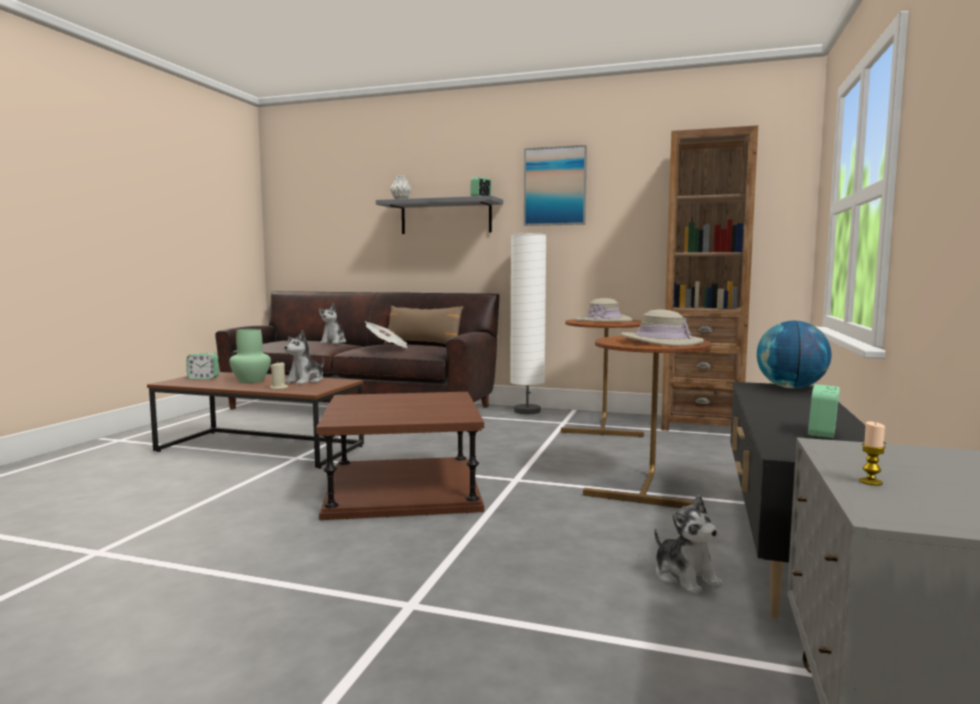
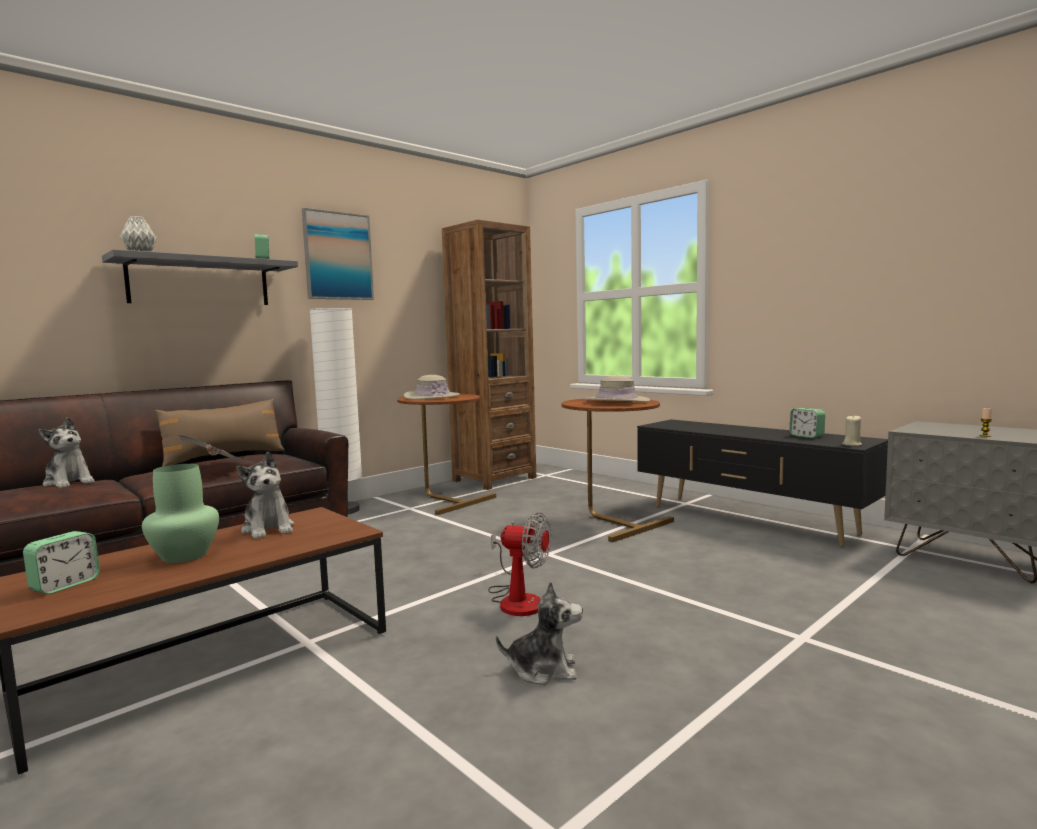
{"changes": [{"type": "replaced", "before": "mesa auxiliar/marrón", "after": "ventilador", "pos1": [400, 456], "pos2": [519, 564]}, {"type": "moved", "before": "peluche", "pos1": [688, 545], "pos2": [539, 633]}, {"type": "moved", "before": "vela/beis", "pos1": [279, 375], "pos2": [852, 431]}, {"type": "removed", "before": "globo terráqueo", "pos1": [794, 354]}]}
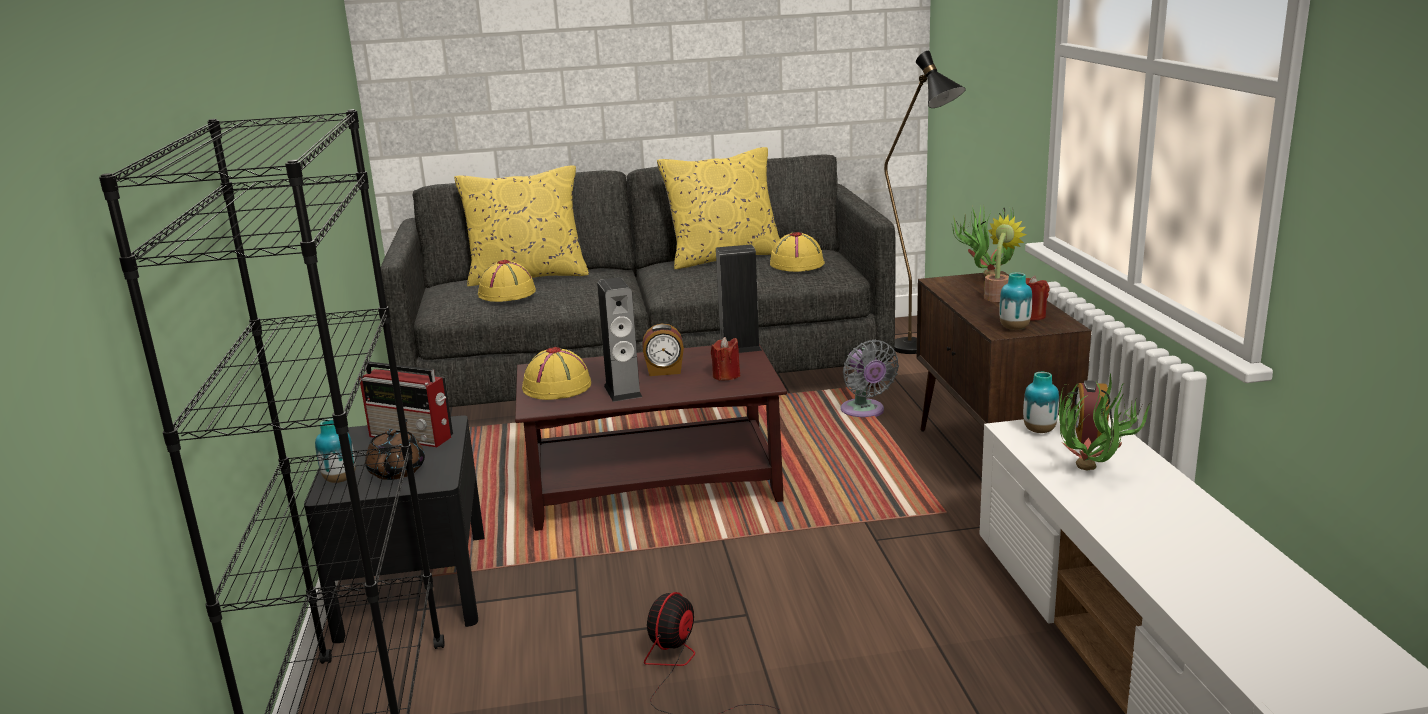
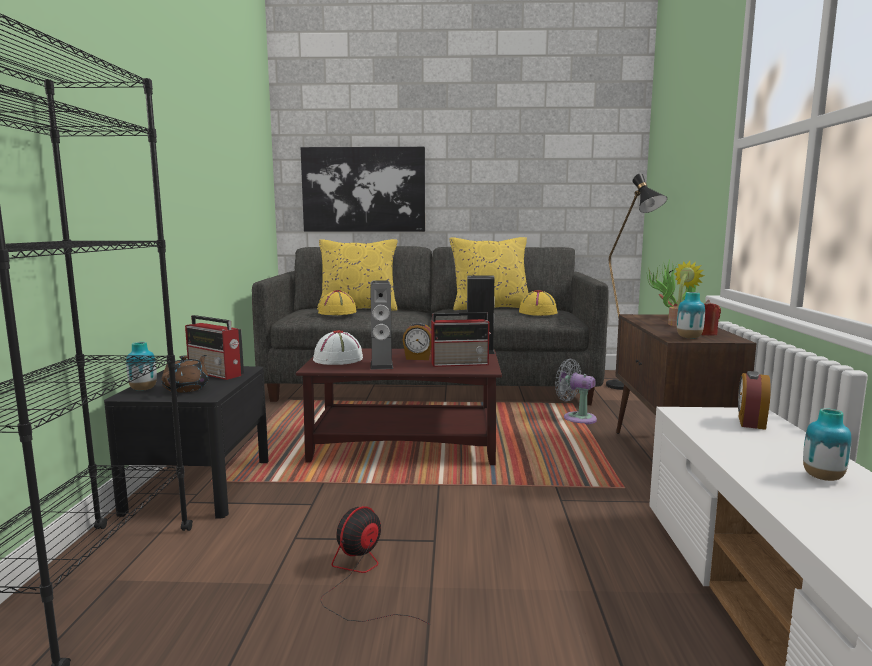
{"changes": [{"type": "added", "after": "cuadro", "pos2": [363, 189]}, {"type": "recoloured", "before": "sombrero/amarillo", "after": "sombrero/blanco", "pos1": [556, 373], "pos2": [338, 347]}, {"type": "replaced", "before": "vela/rojo", "after": "radio", "pos1": [725, 359], "pos2": [461, 339]}, {"type": "turned", "before": "ventilador/gris", "pos1": [869, 378], "pos2": [576, 391], "turn": 135}, {"type": "moved", "before": "florero", "pos1": [1041, 402], "pos2": [827, 444]}, {"type": "removed", "before": "planta en maceta", "pos1": [1105, 421]}]}
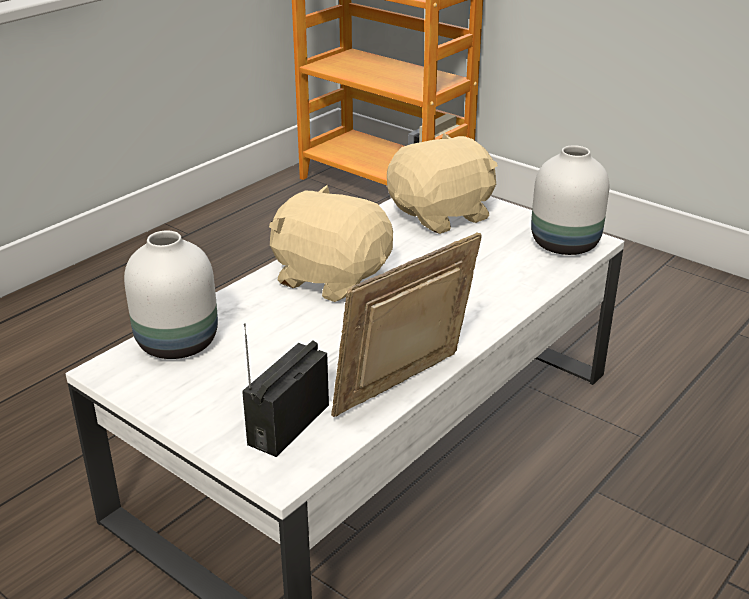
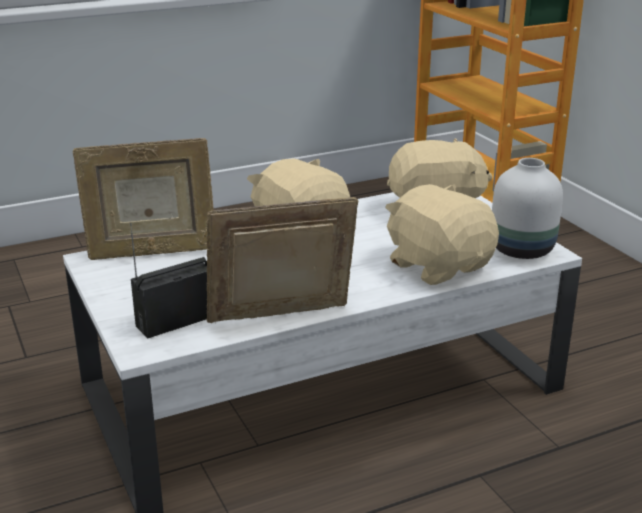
{"changes": [{"type": "replaced", "before": "florero/blanco", "after": "portarretratos", "pos1": [171, 294], "pos2": [143, 199]}, {"type": "added", "after": "peluche/beis", "pos2": [442, 234]}]}
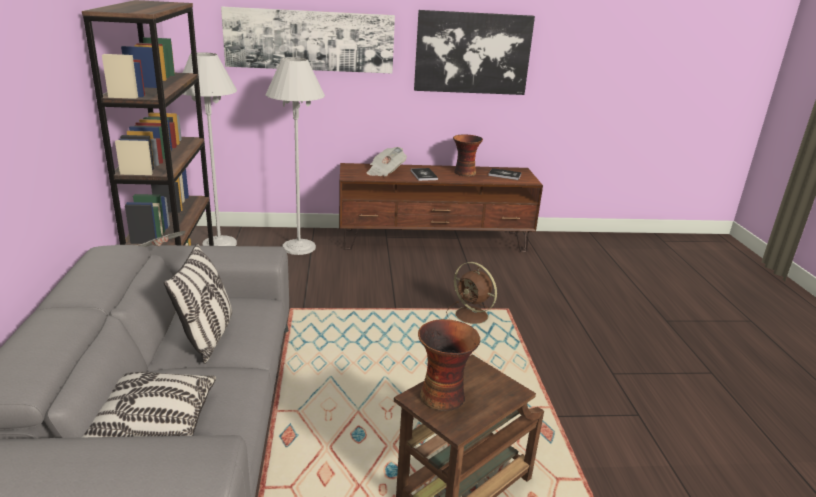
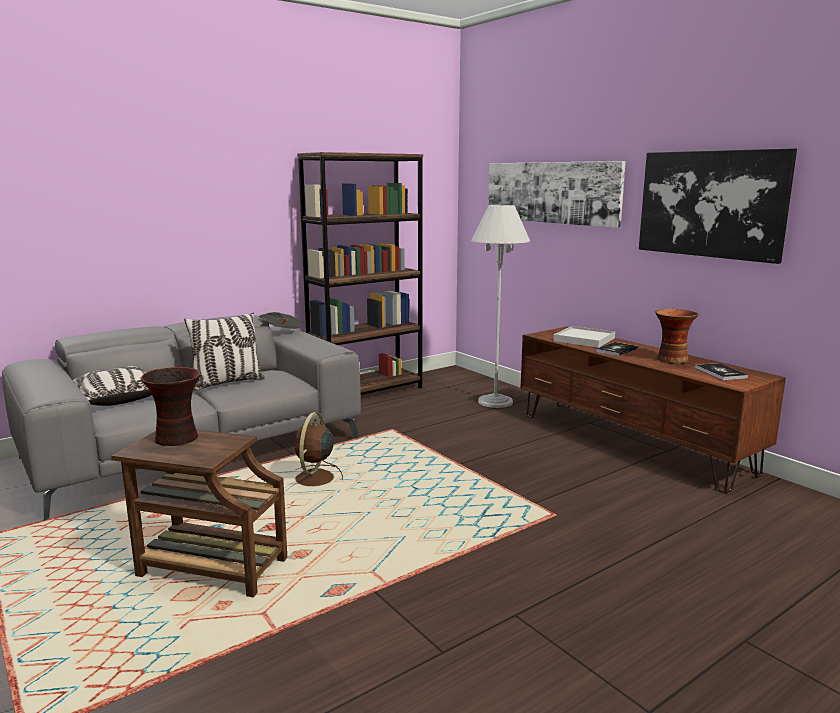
{"changes": [{"type": "moved", "before": "ventilador/marrón", "pos1": [471, 293], "pos2": [319, 449]}, {"type": "replaced", "before": "periódico", "after": "bandeja/blanco", "pos1": [386, 161], "pos2": [584, 337]}, {"type": "removed", "before": "lámpara de pie/blanco", "pos1": [210, 149]}]}
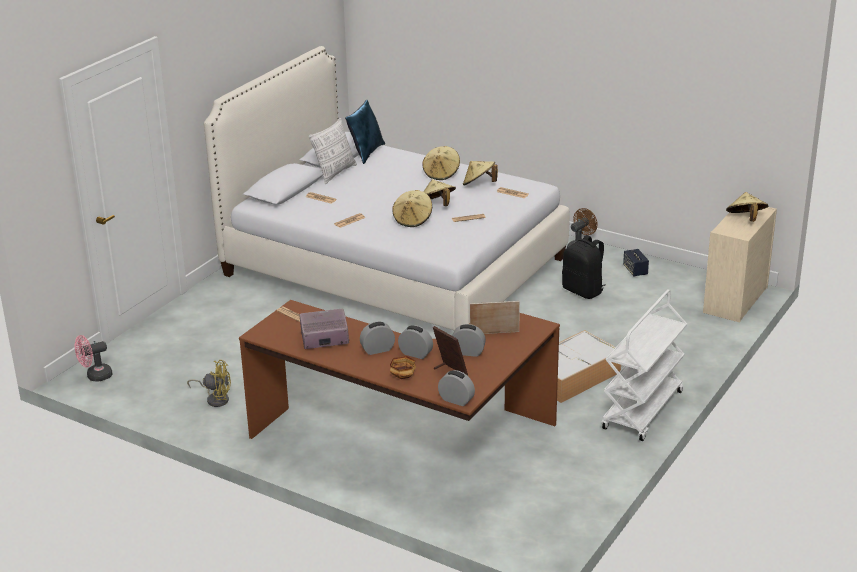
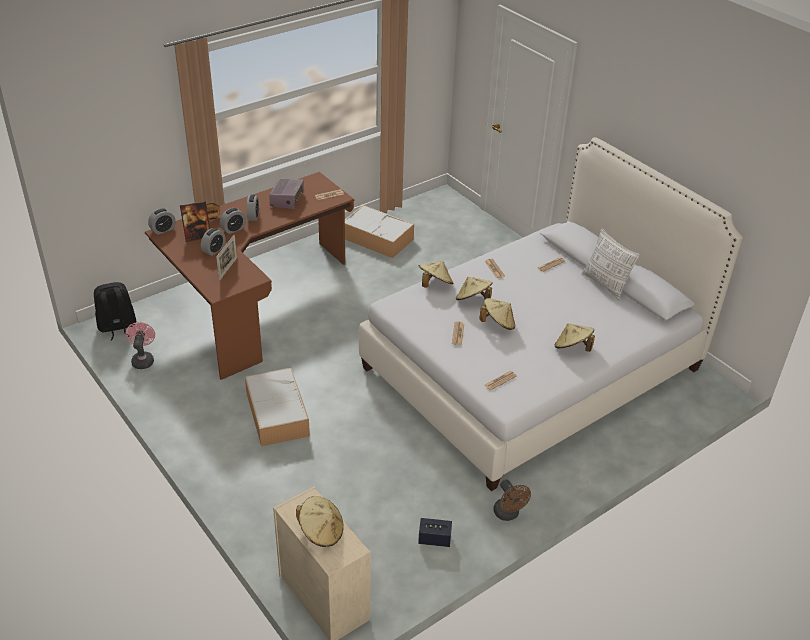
{"changes": [{"type": "moved", "before": "mochila/negro", "pos1": [583, 267], "pos2": [115, 311]}, {"type": "moved", "before": "ventilador/rosa", "pos1": [93, 358], "pos2": [140, 345]}, {"type": "replaced", "before": "ventilador/amarillo", "after": "caja de almacenaje", "pos1": [209, 383], "pos2": [379, 231]}, {"type": "moved", "before": "sombrero/beis", "pos1": [480, 173], "pos2": [436, 274]}, {"type": "removed", "before": "cojín/azul", "pos1": [365, 132]}, {"type": "removed", "before": "carrito/blanco", "pos1": [644, 365]}]}
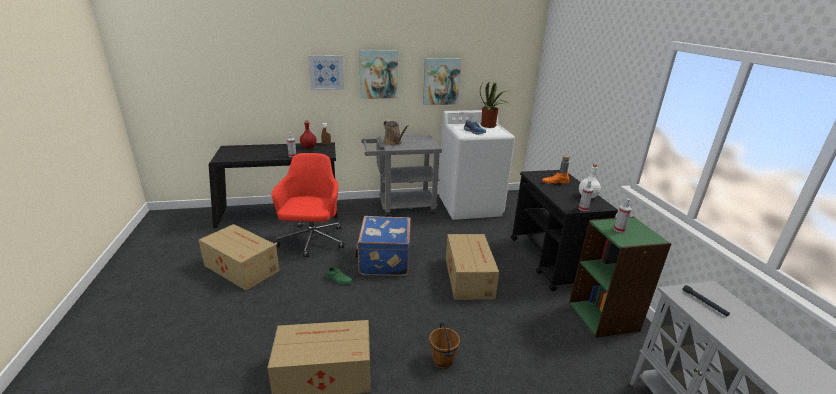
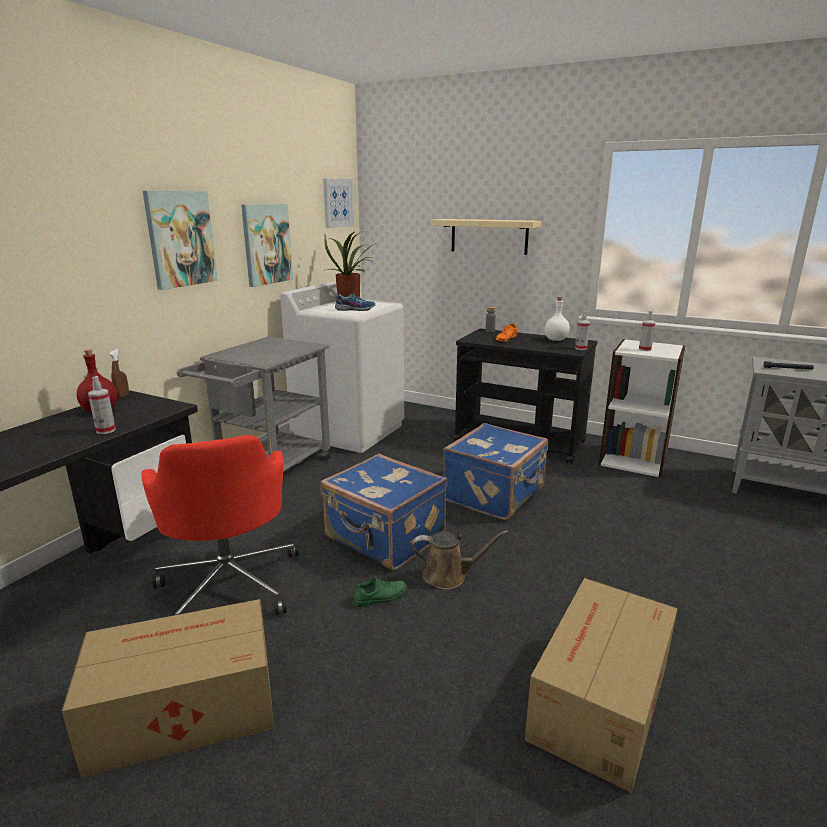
{"changes": [{"type": "turned", "before": "silla de oficina/rojo", "pos1": [307, 205], "pos2": [219, 525], "turn": -150}, {"type": "moved", "before": "cuadro", "pos1": [326, 72], "pos2": [338, 203]}, {"type": "moved", "before": "regadera/marrón", "pos1": [395, 133], "pos2": [460, 560]}, {"type": "added", "after": "estante/beis", "pos2": [486, 237]}, {"type": "replaced", "before": "caja de cartón", "after": "maleta/azul", "pos1": [472, 267], "pos2": [495, 471]}, {"type": "recoloured", "before": "estantería/verde", "after": "estantería/blanco", "pos1": [620, 277], "pos2": [642, 408]}, {"type": "removed", "before": "cubo/marrón", "pos1": [444, 346]}]}
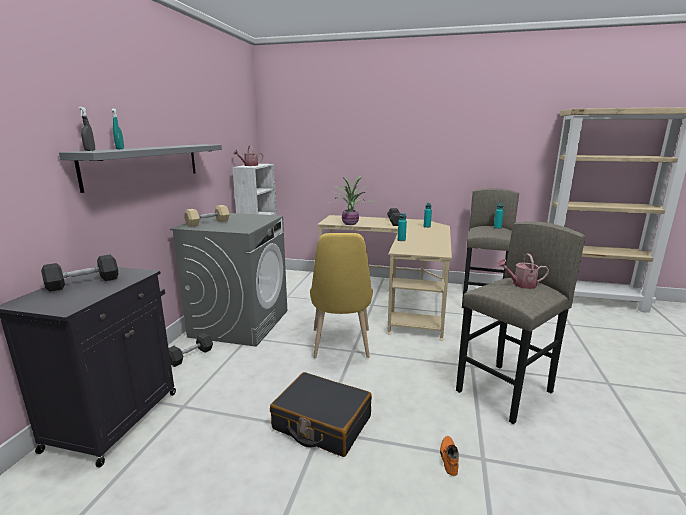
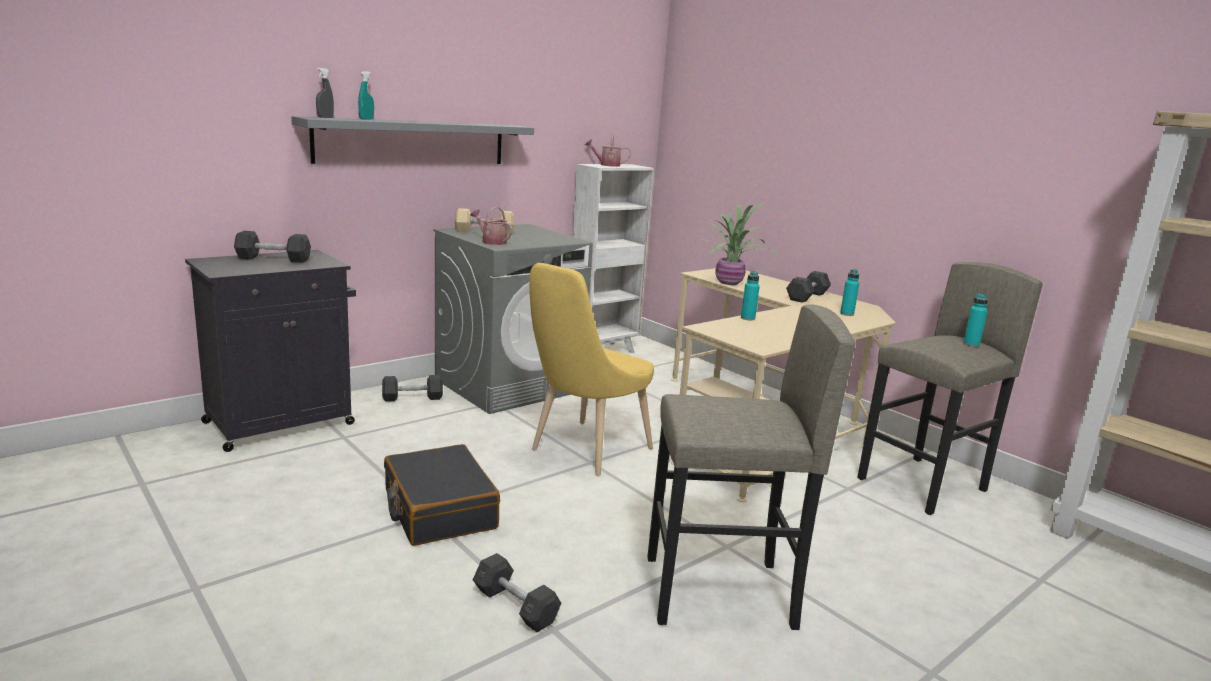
{"changes": [{"type": "moved", "before": "regadera", "pos1": [523, 271], "pos2": [491, 226]}, {"type": "replaced", "before": "zapato/naranja", "after": "mancuerna/gris", "pos1": [449, 456], "pos2": [517, 592]}]}
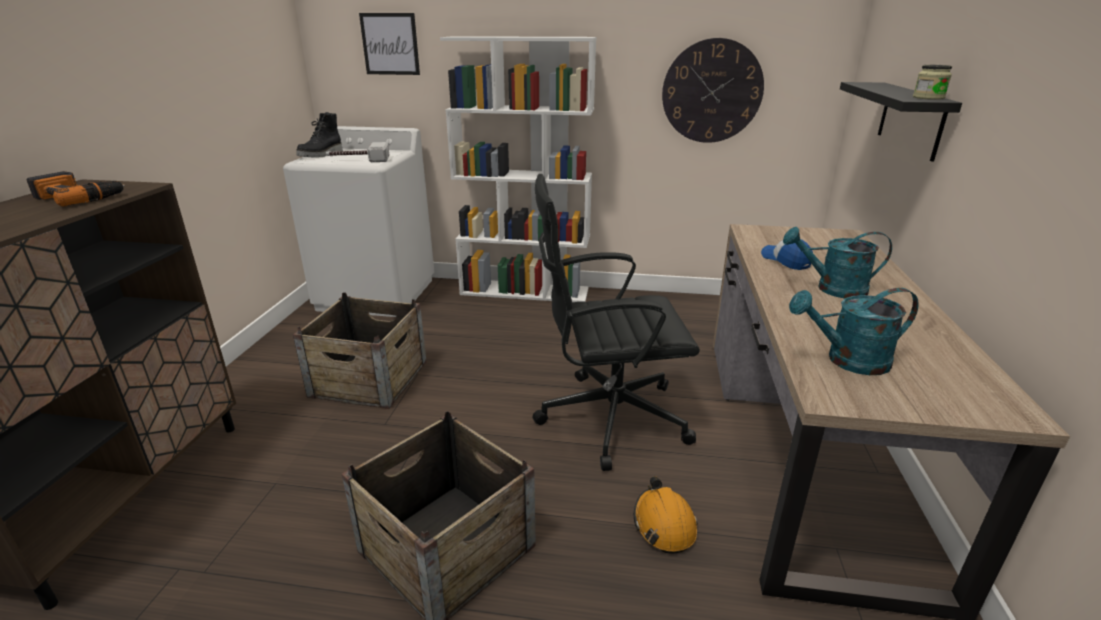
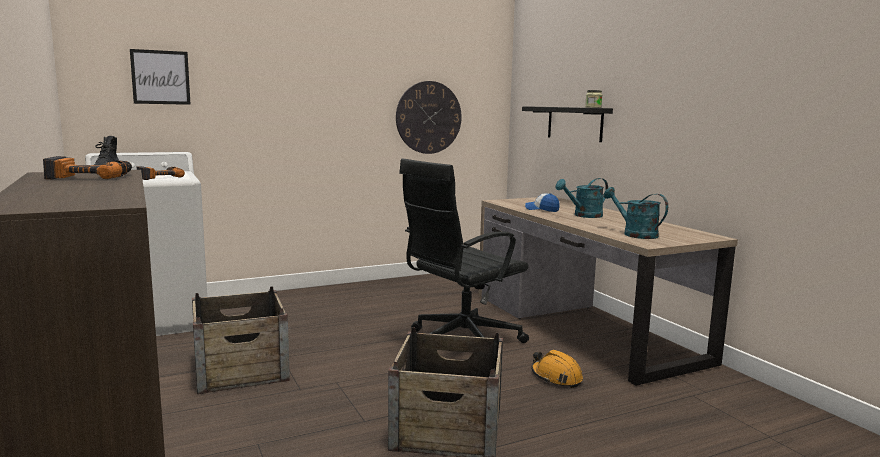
{"changes": [{"type": "replaced", "before": "martillo", "after": "taladro", "pos1": [357, 152], "pos2": [161, 173]}, {"type": "turned", "before": "regadera/turquesa", "pos1": [854, 331], "pos2": [635, 213], "turn": 90}, {"type": "removed", "before": "estantería/blanco", "pos1": [518, 169]}]}
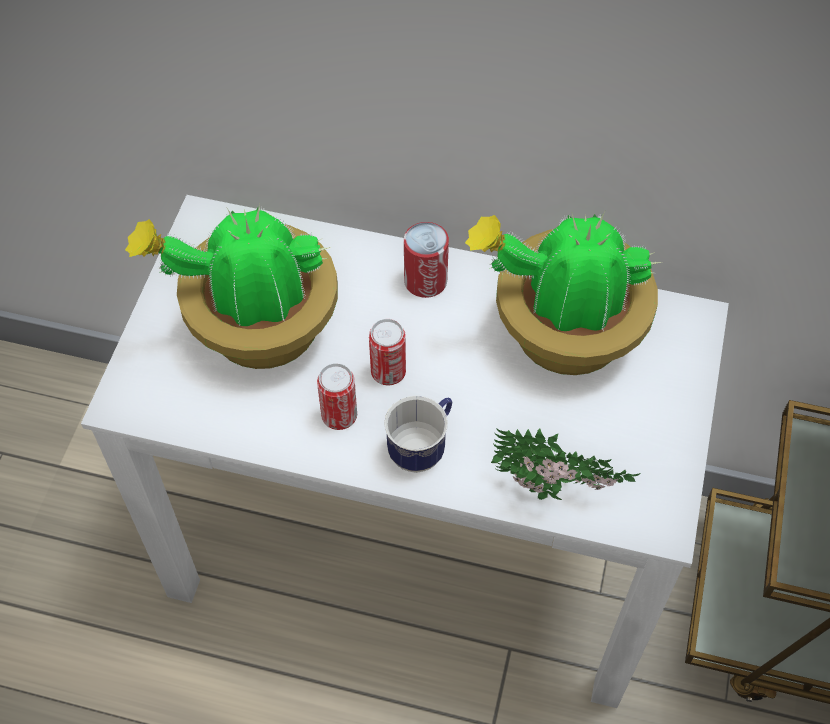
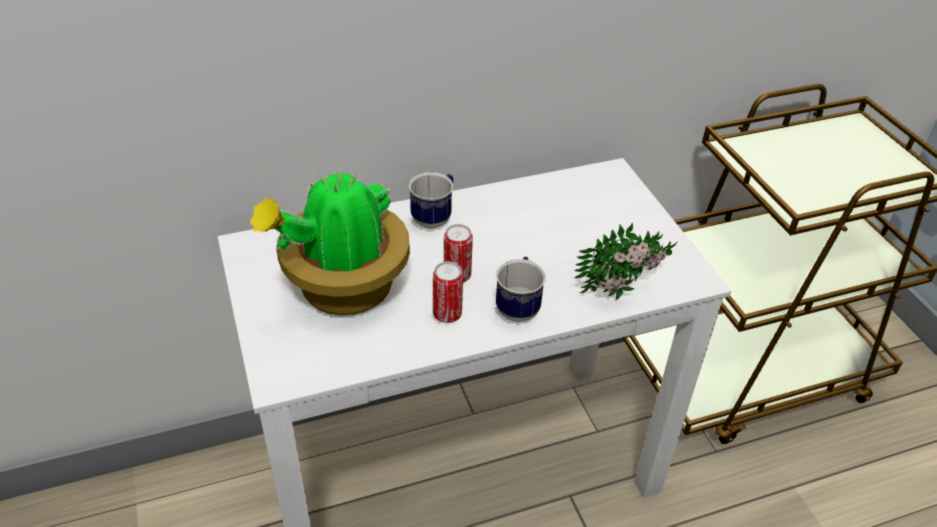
{"changes": [{"type": "replaced", "before": "lata", "after": "taza grande", "pos1": [426, 260], "pos2": [431, 200]}, {"type": "removed", "before": "planta en maceta", "pos1": [563, 293]}]}
